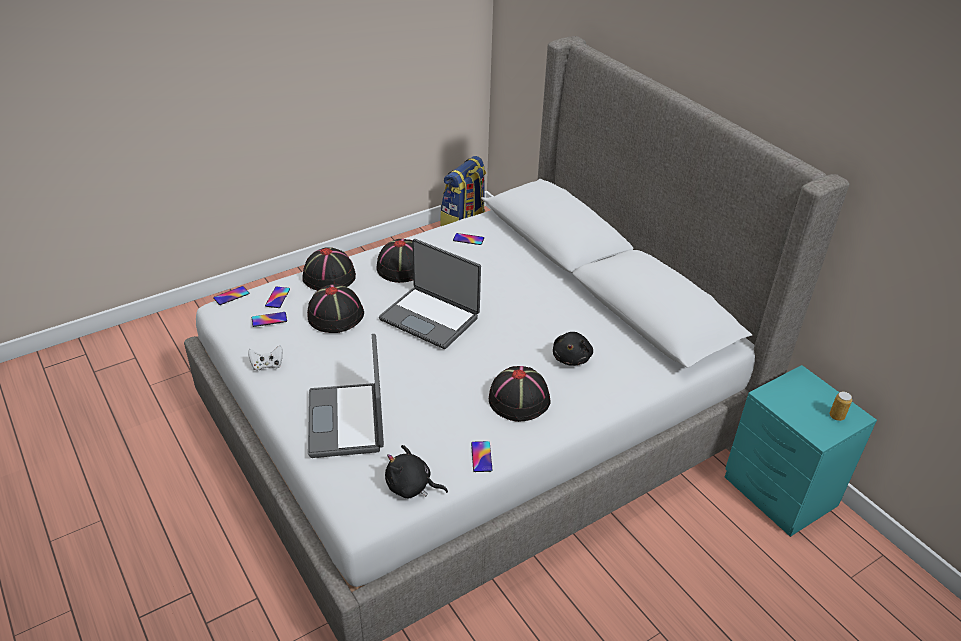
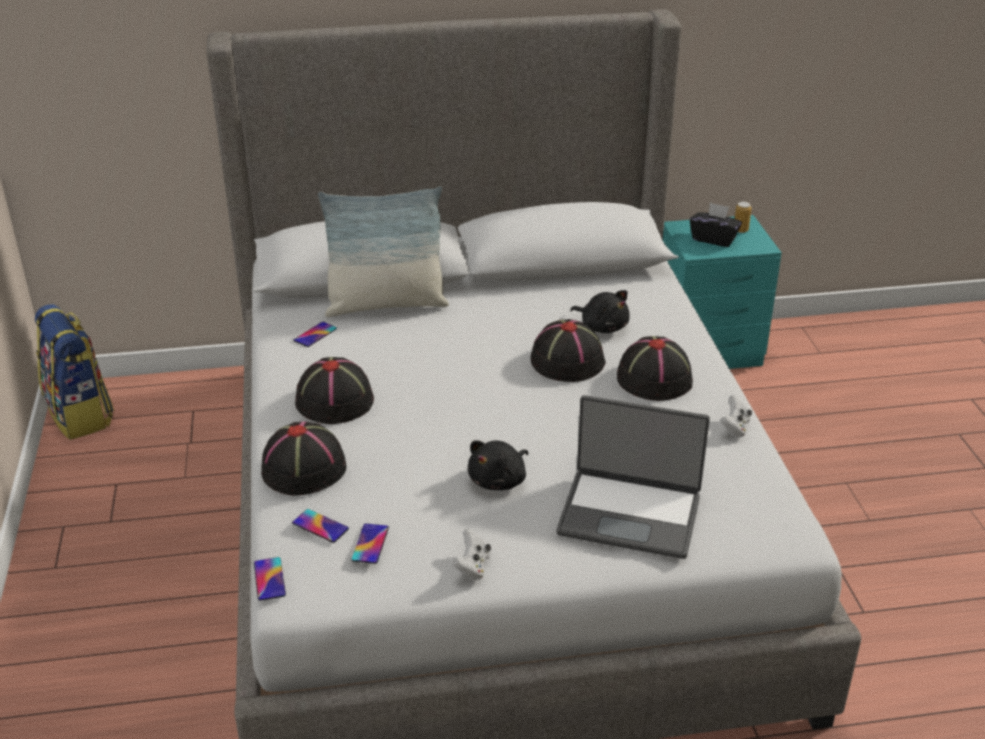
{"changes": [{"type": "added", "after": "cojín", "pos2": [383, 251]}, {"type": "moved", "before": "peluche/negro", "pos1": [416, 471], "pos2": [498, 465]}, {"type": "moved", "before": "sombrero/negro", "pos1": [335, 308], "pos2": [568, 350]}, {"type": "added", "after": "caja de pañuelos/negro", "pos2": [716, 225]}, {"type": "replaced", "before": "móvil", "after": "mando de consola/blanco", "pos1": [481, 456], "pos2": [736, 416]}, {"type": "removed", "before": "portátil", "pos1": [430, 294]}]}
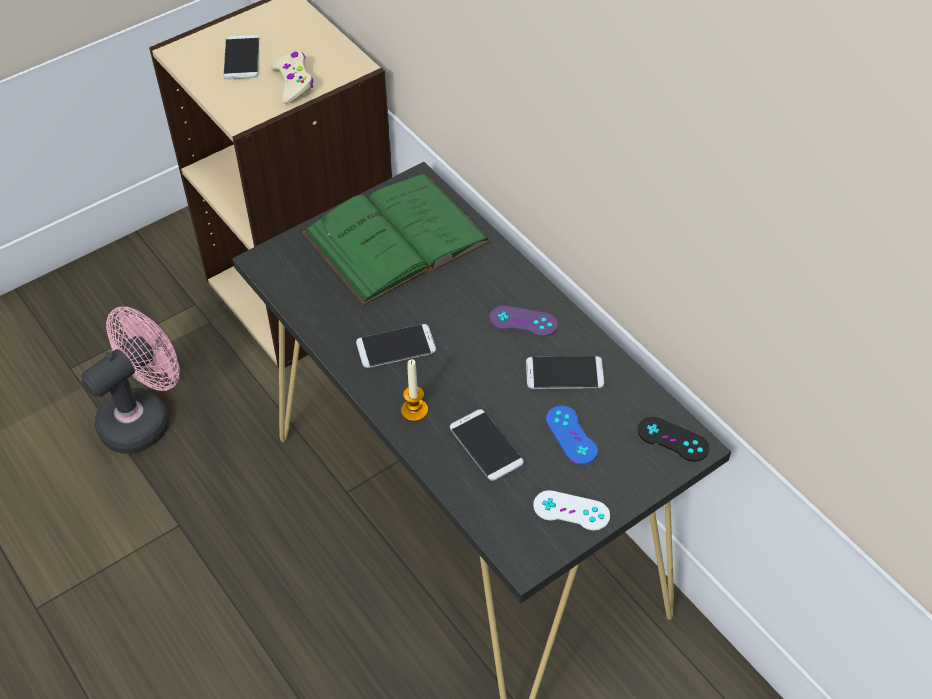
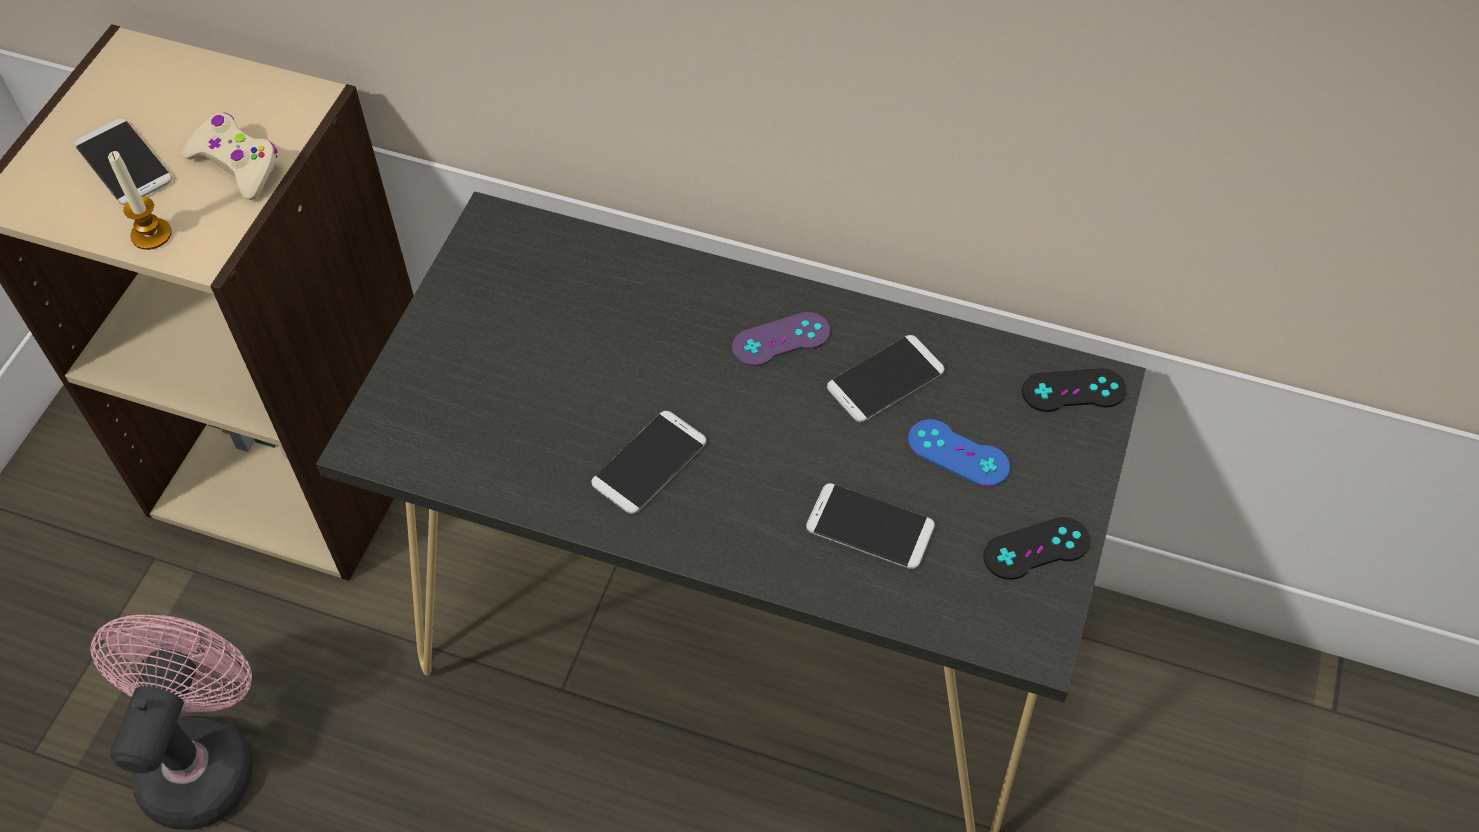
{"changes": [{"type": "moved", "before": "vela", "pos1": [414, 390], "pos2": [140, 200]}, {"type": "recoloured", "before": "mando de consola/blanco", "after": "mando de consola/negro", "pos1": [571, 510], "pos2": [1036, 548]}, {"type": "removed", "before": "libro/verde", "pos1": [396, 239]}]}
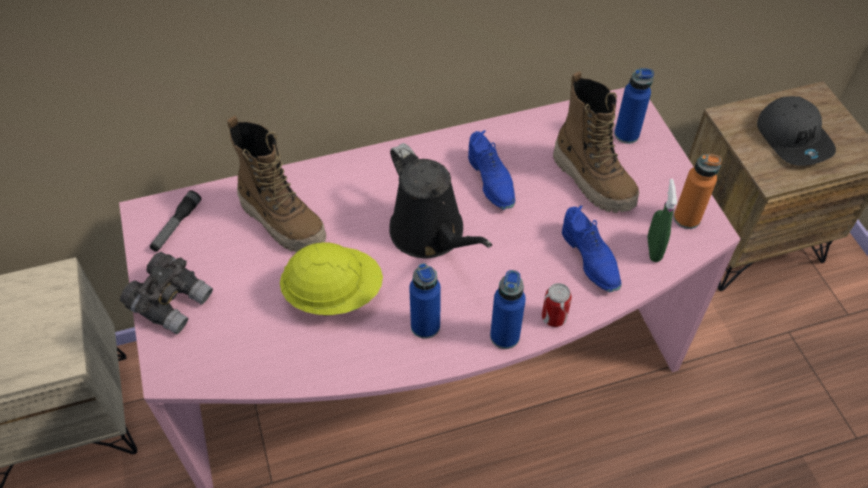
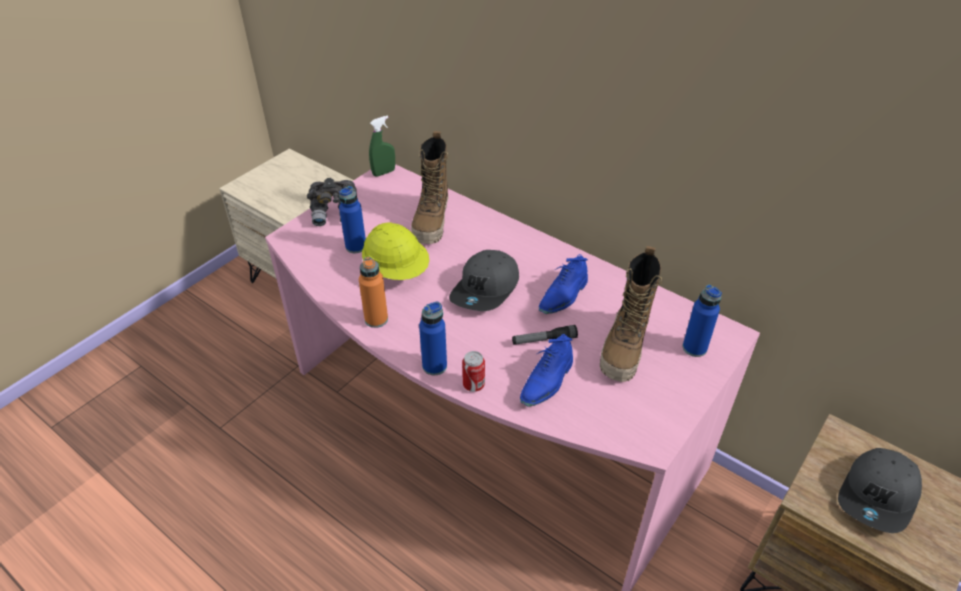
{"changes": [{"type": "moved", "before": "botella/azul", "pos1": [425, 301], "pos2": [352, 219]}, {"type": "moved", "before": "botella/naranja", "pos1": [697, 191], "pos2": [373, 292]}, {"type": "moved", "before": "pulverizador/verde", "pos1": [662, 220], "pos2": [382, 146]}, {"type": "replaced", "before": "regadera/negro", "after": "gorra/gris", "pos1": [440, 201], "pos2": [484, 280]}, {"type": "moved", "before": "linterna", "pos1": [175, 221], "pos2": [545, 335]}]}
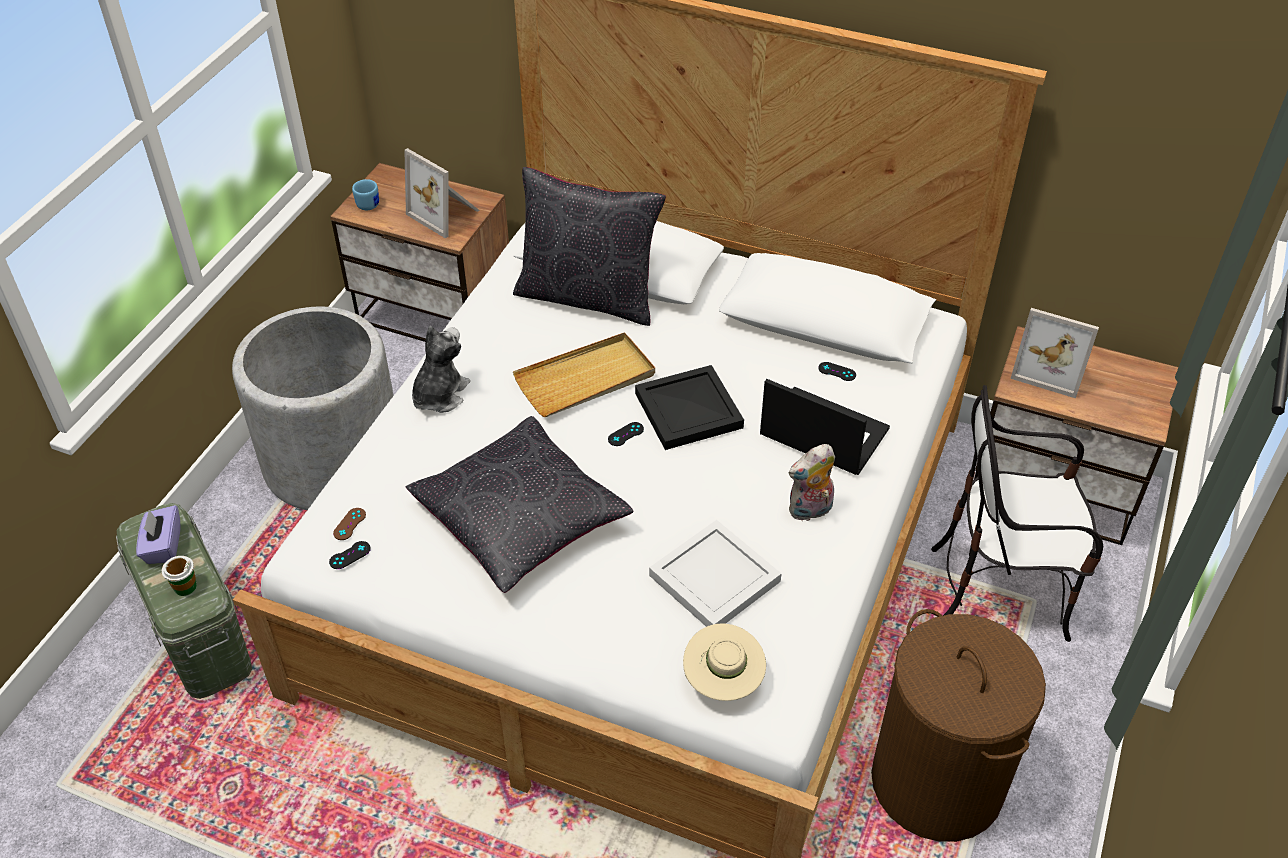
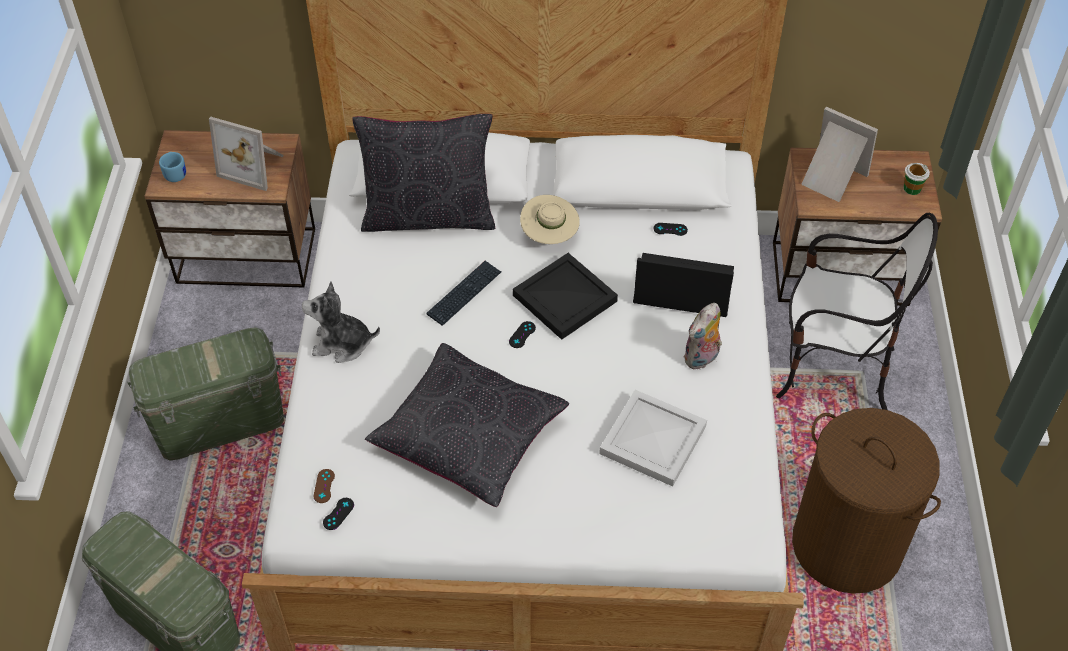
{"changes": [{"type": "replaced", "before": "maceta/gris", "after": "caja de almacenaje/verde", "pos1": [313, 408], "pos2": [205, 394]}, {"type": "turned", "before": "peluche", "pos1": [441, 369], "pos2": [341, 322], "turn": -90}, {"type": "replaced", "before": "bandeja/beis", "after": "teclado", "pos1": [584, 374], "pos2": [463, 293]}, {"type": "moved", "before": "sombrero/beis", "pos1": [724, 662], "pos2": [550, 219]}, {"type": "turned", "before": "silla", "pos1": [1017, 513], "pos2": [857, 311], "turn": -150}, {"type": "turned", "before": "portarretratos", "pos1": [1054, 353], "pos2": [839, 154], "turn": -150}, {"type": "moved", "before": "taza", "pos1": [179, 576], "pos2": [916, 179]}, {"type": "removed", "before": "caja de pañuelos/morado", "pos1": [158, 534]}]}
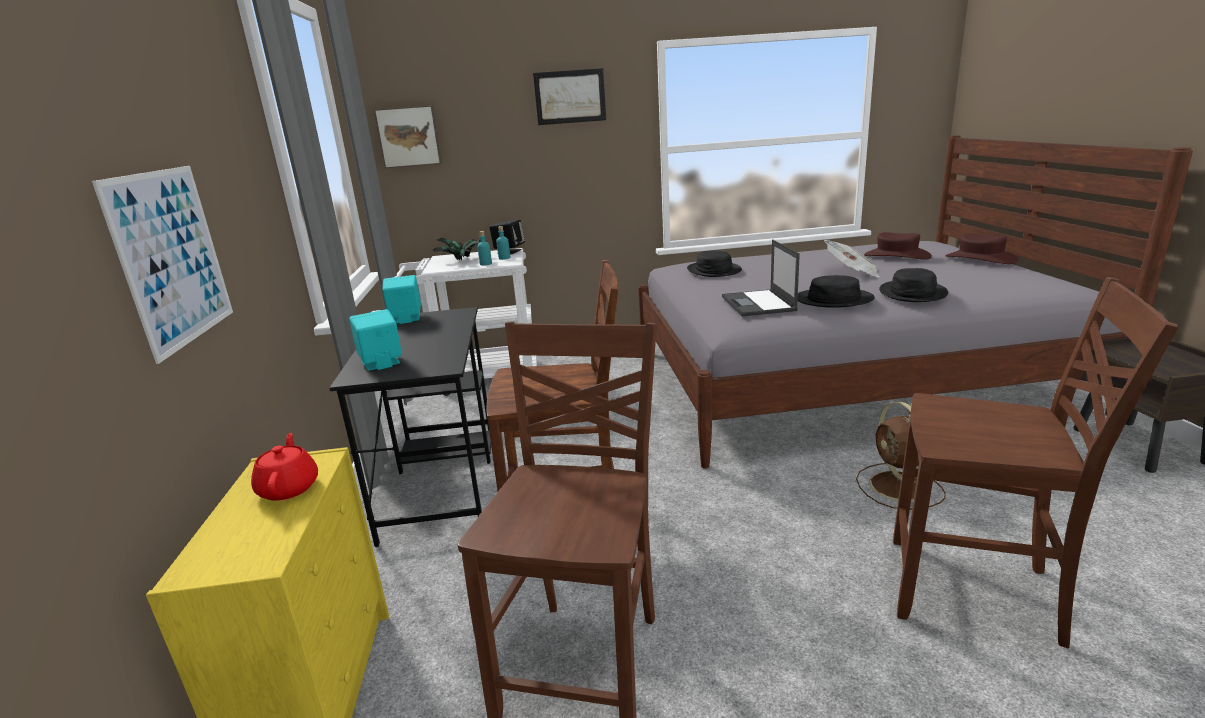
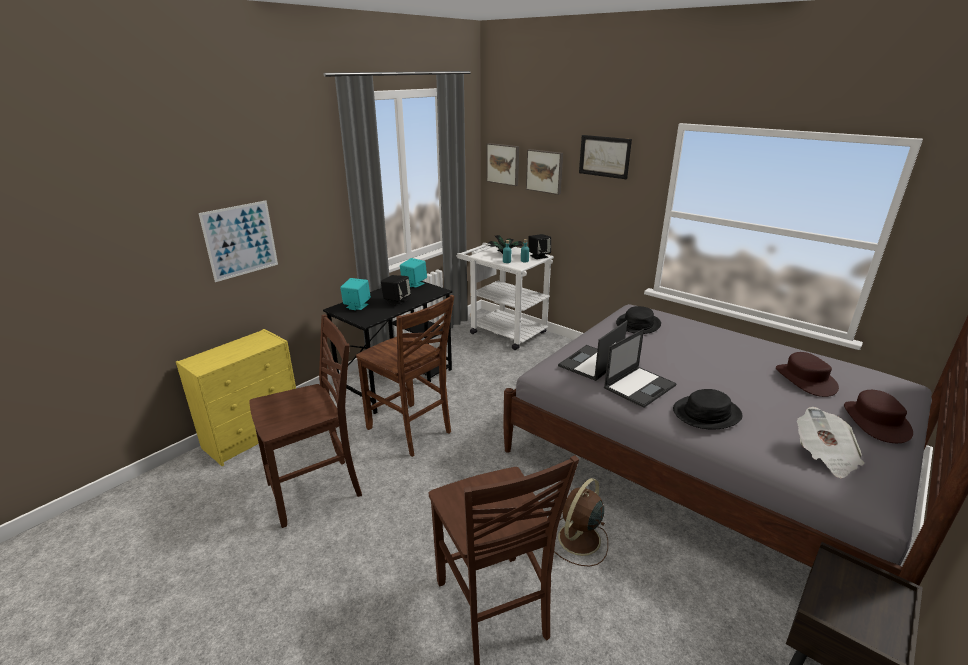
{"changes": [{"type": "added", "after": "altavoz/negro", "pos2": [396, 290]}, {"type": "added", "after": "cuadro", "pos2": [544, 172]}, {"type": "replaced", "before": "sombrero/negro", "after": "portátil", "pos1": [836, 291], "pos2": [640, 368]}, {"type": "moved", "before": "periódico", "pos1": [851, 258], "pos2": [830, 443]}, {"type": "removed", "before": "tetera/rojo", "pos1": [284, 467]}]}
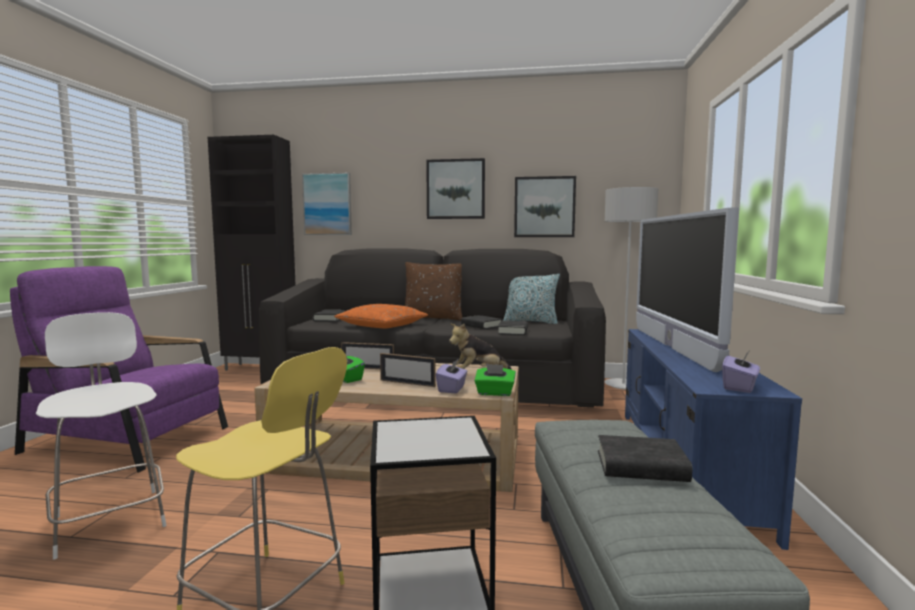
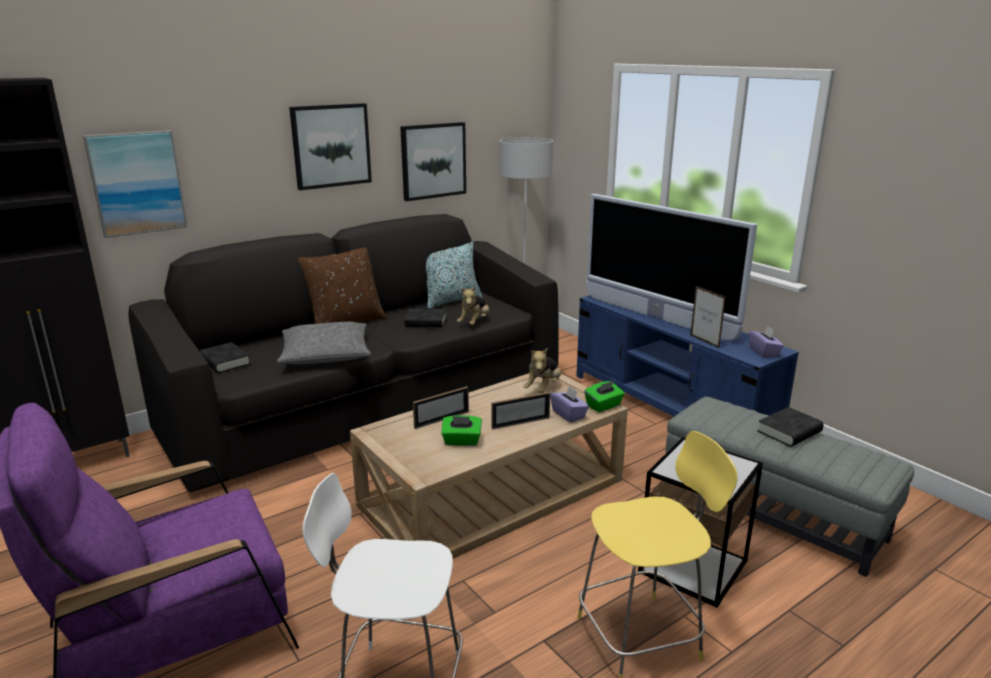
{"changes": [{"type": "recoloured", "before": "cojín/naranja", "after": "cojín/gris", "pos1": [381, 316], "pos2": [324, 343]}, {"type": "replaced", "before": "libro/negro", "after": "peluche", "pos1": [513, 327], "pos2": [473, 305]}, {"type": "added", "after": "portarretratos", "pos2": [708, 317]}]}
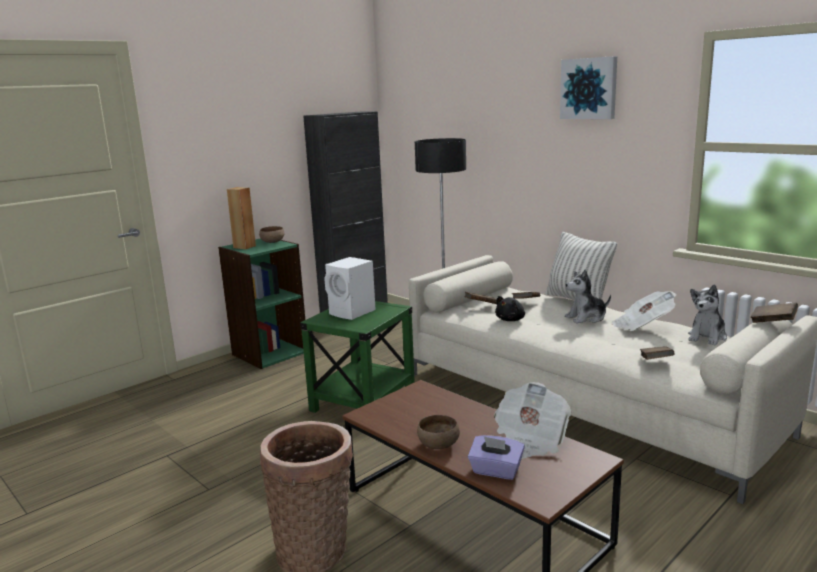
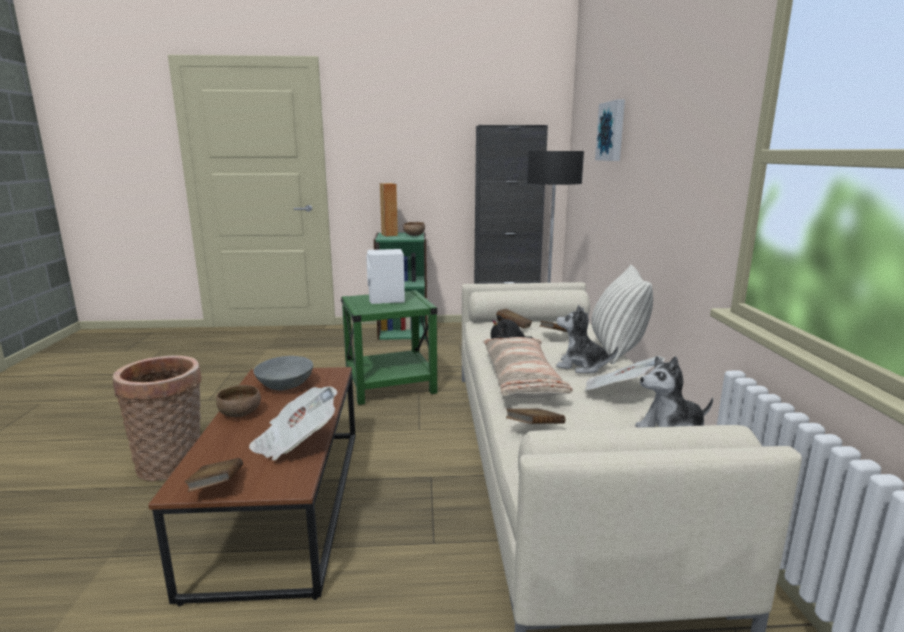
{"changes": [{"type": "moved", "before": "libro/marrón", "pos1": [774, 312], "pos2": [214, 475]}, {"type": "added", "after": "cuenco/gris", "pos2": [283, 373]}, {"type": "added", "after": "cojín", "pos2": [528, 367]}, {"type": "moved", "before": "cuadro", "pos1": [588, 87], "pos2": [610, 130]}, {"type": "removed", "before": "caja de pañuelos/morado", "pos1": [496, 457]}]}
